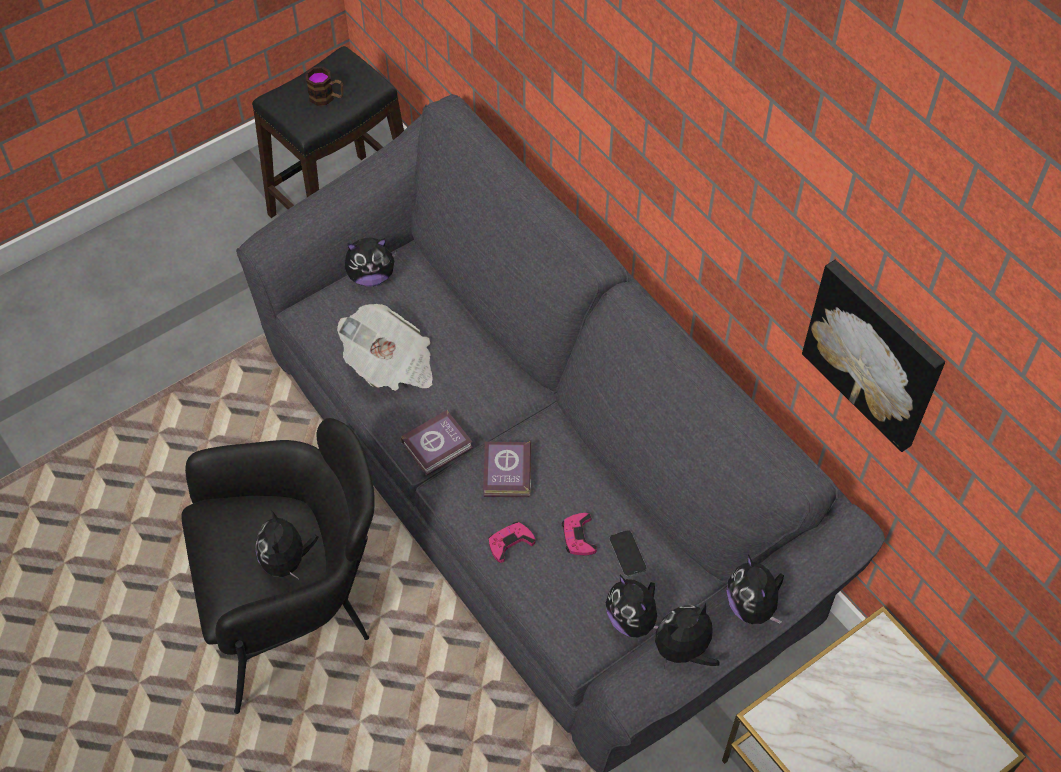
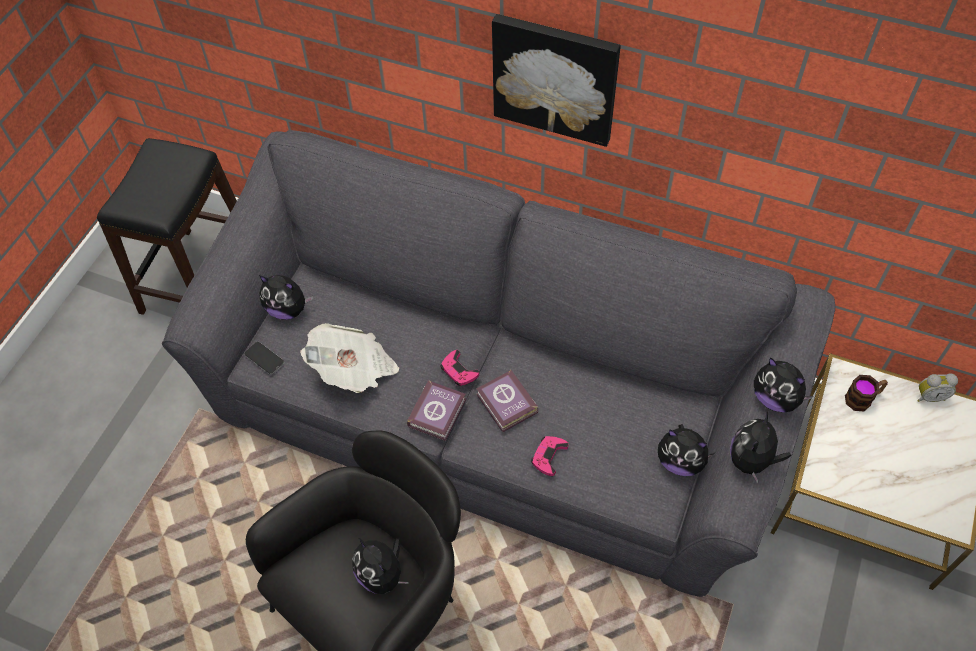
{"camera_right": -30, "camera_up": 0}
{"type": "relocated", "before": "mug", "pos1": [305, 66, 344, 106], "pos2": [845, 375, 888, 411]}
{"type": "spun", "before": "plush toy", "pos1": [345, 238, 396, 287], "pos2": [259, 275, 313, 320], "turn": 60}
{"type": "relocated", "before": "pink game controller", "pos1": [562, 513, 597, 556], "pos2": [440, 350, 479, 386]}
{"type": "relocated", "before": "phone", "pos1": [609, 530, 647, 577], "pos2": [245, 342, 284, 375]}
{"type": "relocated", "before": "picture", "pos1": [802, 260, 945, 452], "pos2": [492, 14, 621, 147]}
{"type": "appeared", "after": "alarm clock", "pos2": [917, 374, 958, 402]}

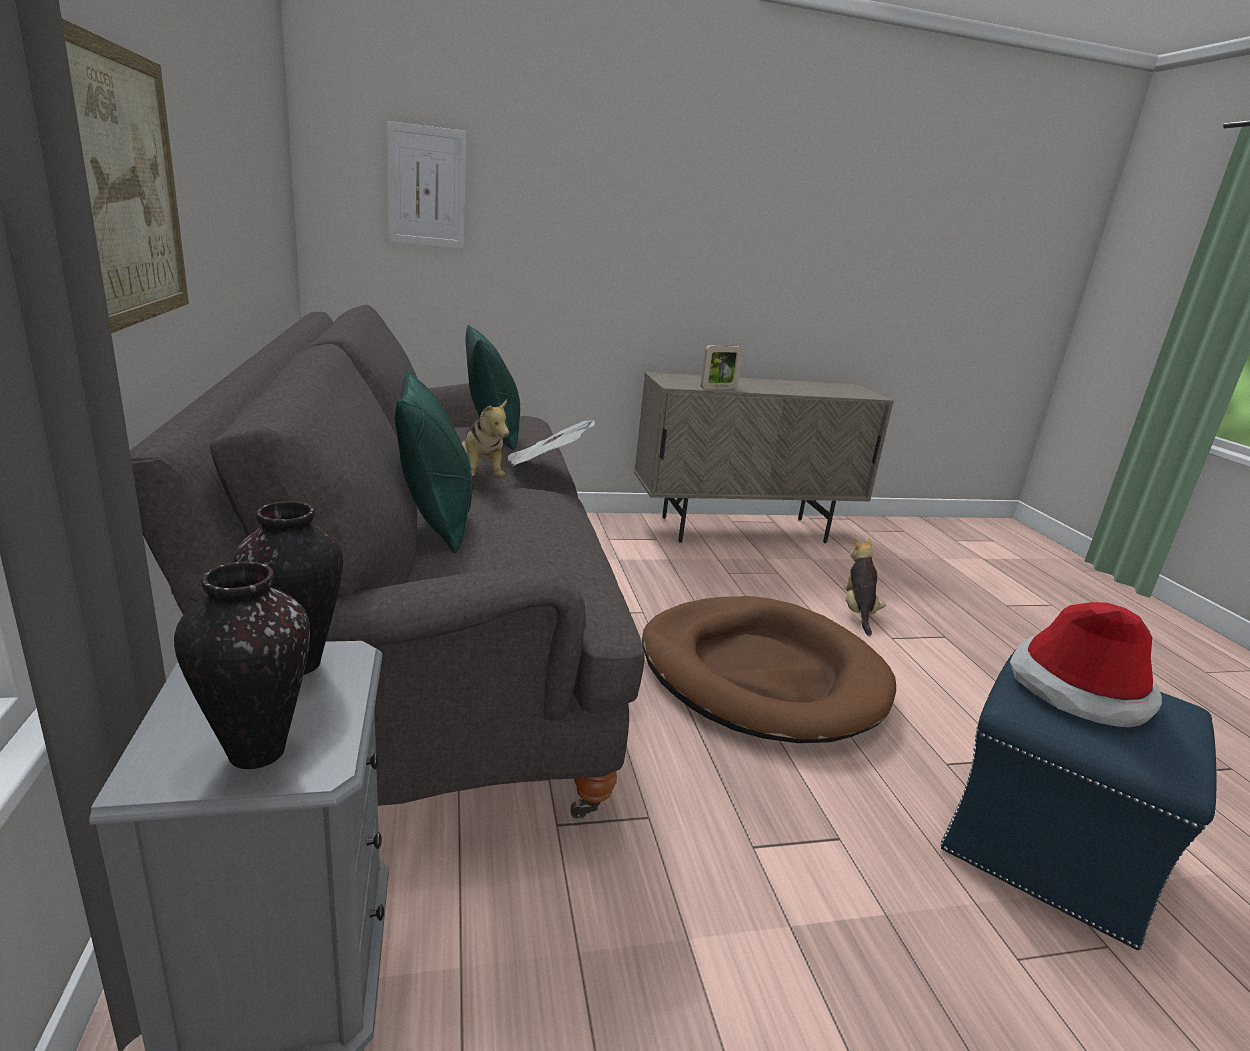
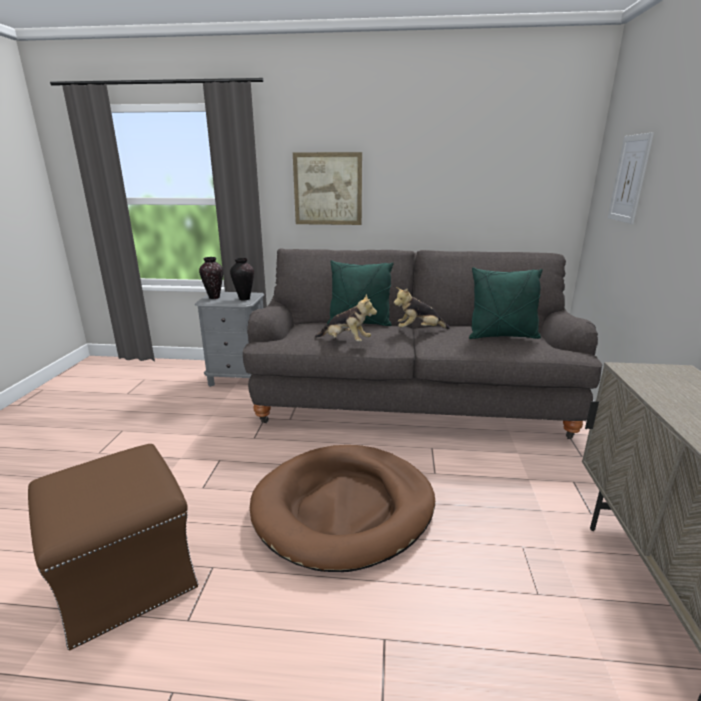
{"camera_right": 110, "camera_up": 0}
{"type": "missing", "before": "newspaper", "pos1": [507, 420, 595, 466]}
{"type": "missing", "before": "picture frame", "pos1": [701, 345, 743, 389]}
{"type": "relocated", "before": "plush toy", "pos1": [844, 538, 886, 636], "pos2": [315, 294, 377, 342]}
{"type": "colour", "before": "blue ottoman", "after": "brown ottoman", "pos1": [941, 647, 1216, 951], "pos2": [28, 444, 198, 651]}
{"type": "missing", "before": "hat", "pos1": [1010, 602, 1162, 727]}

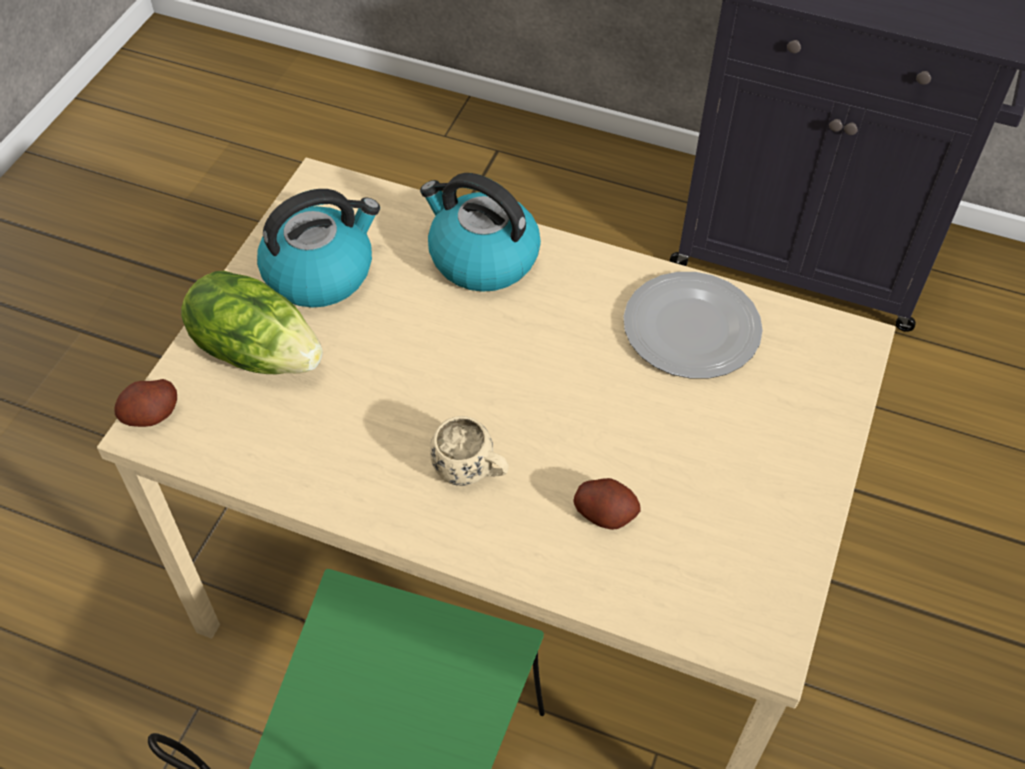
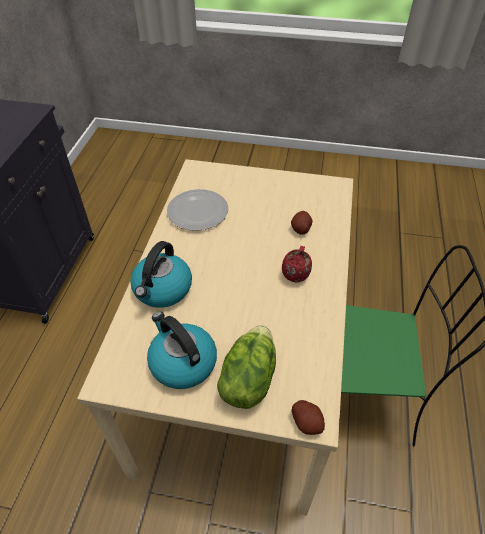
{"camera_right": -100, "camera_up": -5}
{"type": "colour", "before": "beige mug", "after": "red mug", "pos1": [430, 416, 509, 486], "pos2": [282, 246, 312, 282]}

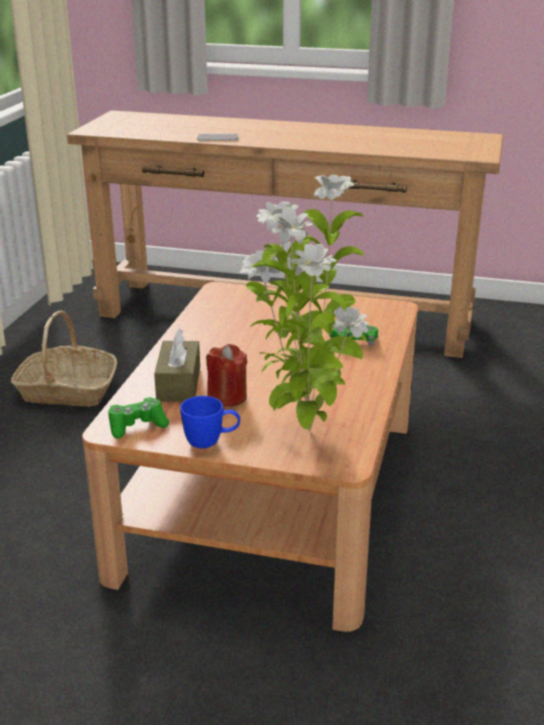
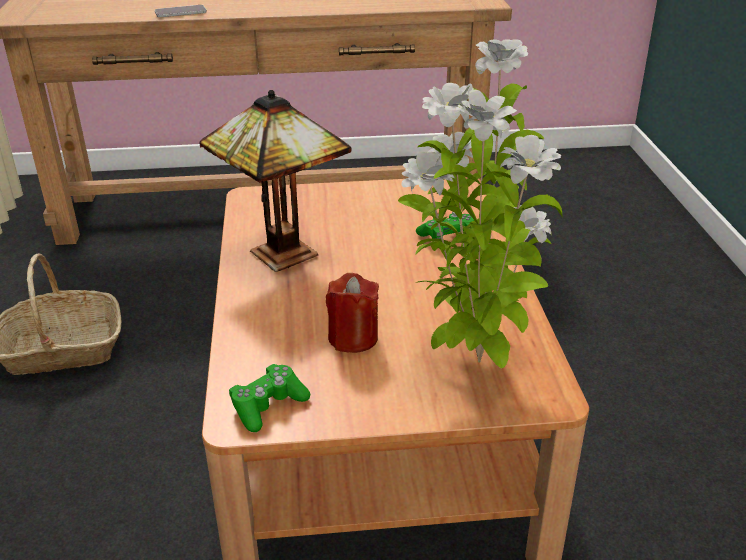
{"camera_right": -20, "camera_up": 5}
{"type": "missing", "before": "brown tissue box", "pos1": [154, 329, 200, 401]}
{"type": "missing", "before": "blue mug", "pos1": [180, 396, 240, 448]}
{"type": "appeared", "after": "table lamp", "pos2": [199, 90, 352, 272]}

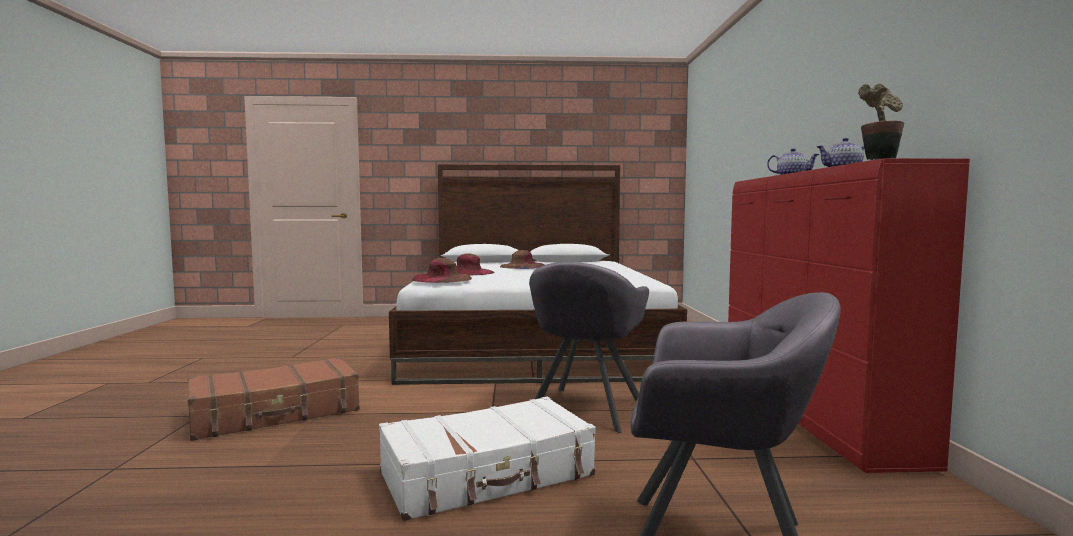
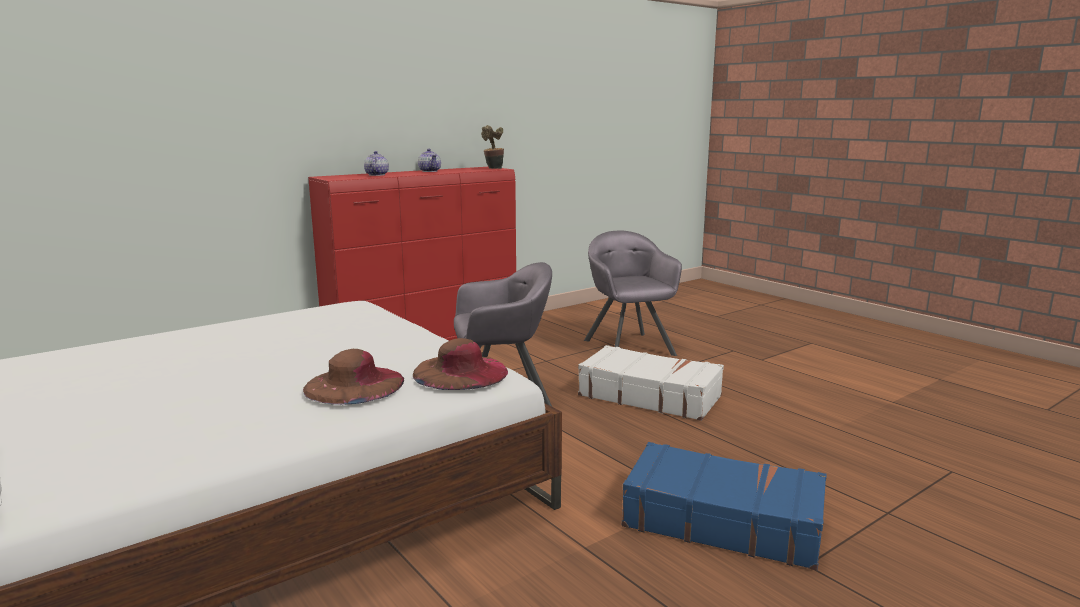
{"camera_right": -125, "camera_up": 10}
{"type": "colour", "before": "brown suitcase", "after": "blue suitcase", "pos1": [188, 357, 360, 441], "pos2": [622, 442, 827, 570]}
{"type": "missing", "before": "brown hat", "pos1": [500, 250, 545, 269]}

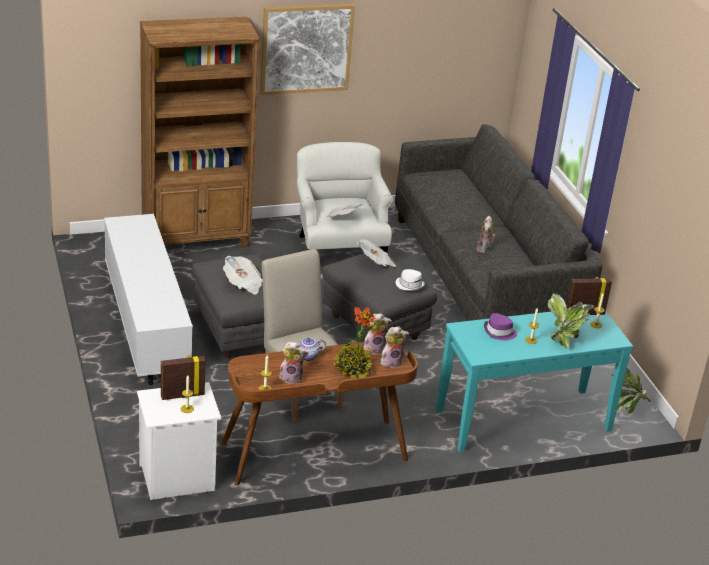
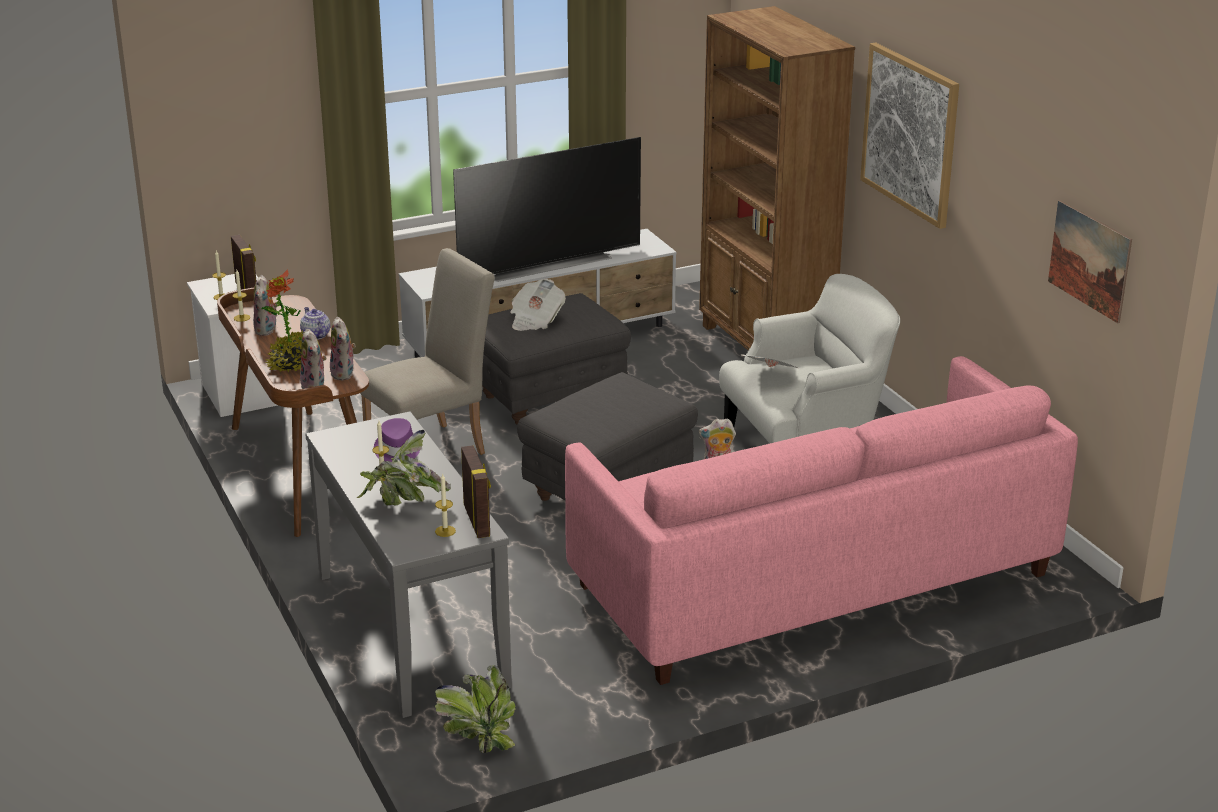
{"camera_right": 85, "camera_up": -5}
{"type": "missing", "before": "newspaper", "pos1": [356, 239, 396, 267]}
{"type": "colour", "before": "grey sofa", "after": "pink sofa", "pos1": [395, 124, 603, 321], "pos2": [565, 356, 1078, 685]}
{"type": "missing", "before": "white hat", "pos1": [396, 269, 425, 291]}
{"type": "colour", "before": "turquoise console table", "after": "grey console table", "pos1": [436, 311, 633, 453], "pos2": [305, 411, 512, 718]}
{"type": "appeared", "after": "television", "pos2": [453, 137, 641, 282]}
{"type": "appeared", "after": "picture", "pos2": [1048, 200, 1132, 323]}

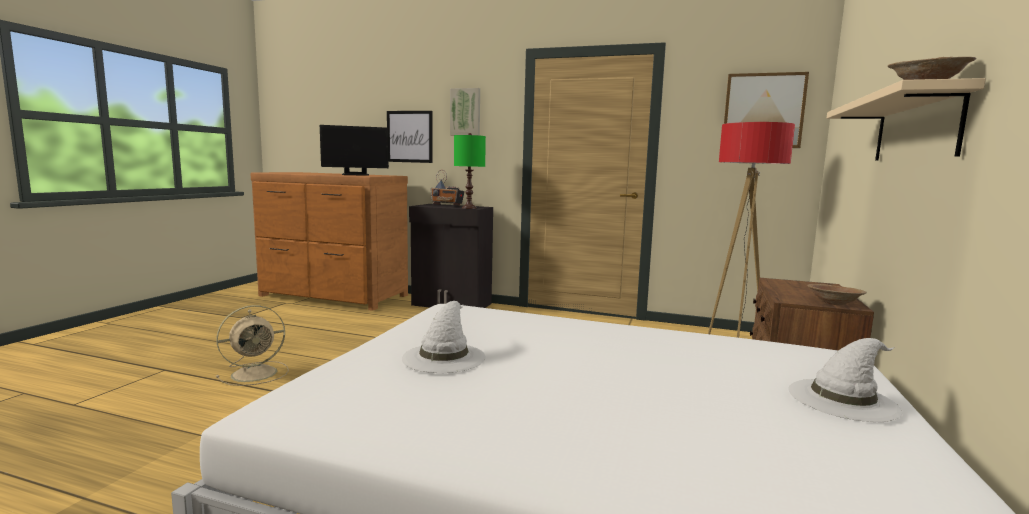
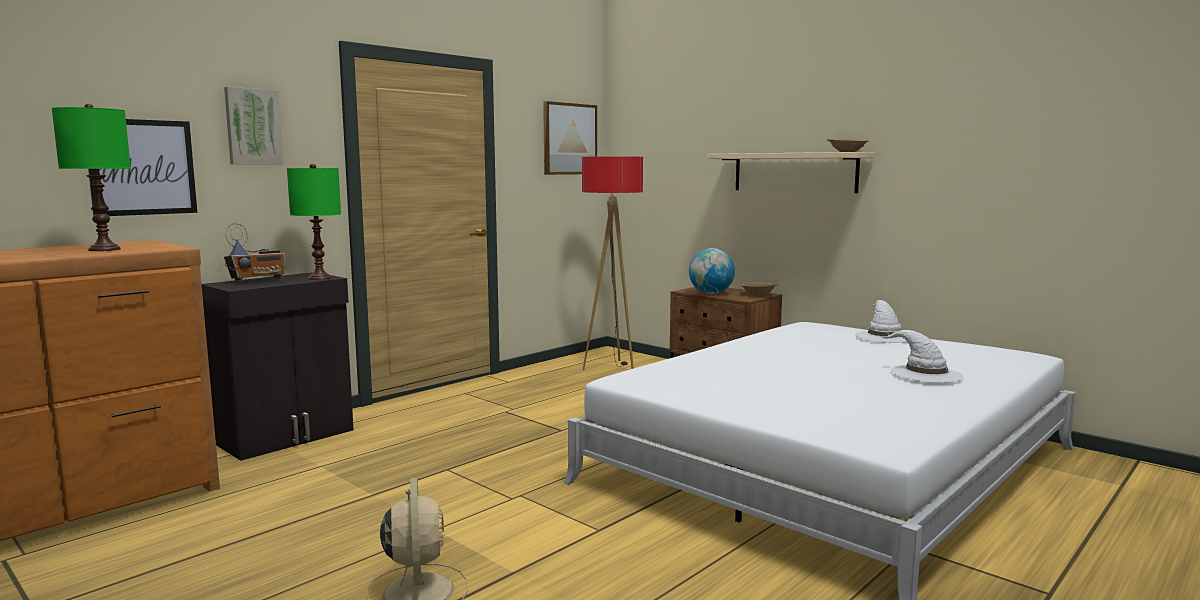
{"camera_right": -65, "camera_up": 0}
{"type": "exchanged", "before": "monitor", "after": "green table lamp", "pos1": [320, 125, 389, 176], "pos2": [52, 104, 131, 251]}
{"type": "relocated", "before": "white hat", "pos1": [402, 301, 486, 373], "pos2": [880, 330, 964, 383]}
{"type": "appeared", "after": "globe", "pos2": [689, 248, 735, 294]}

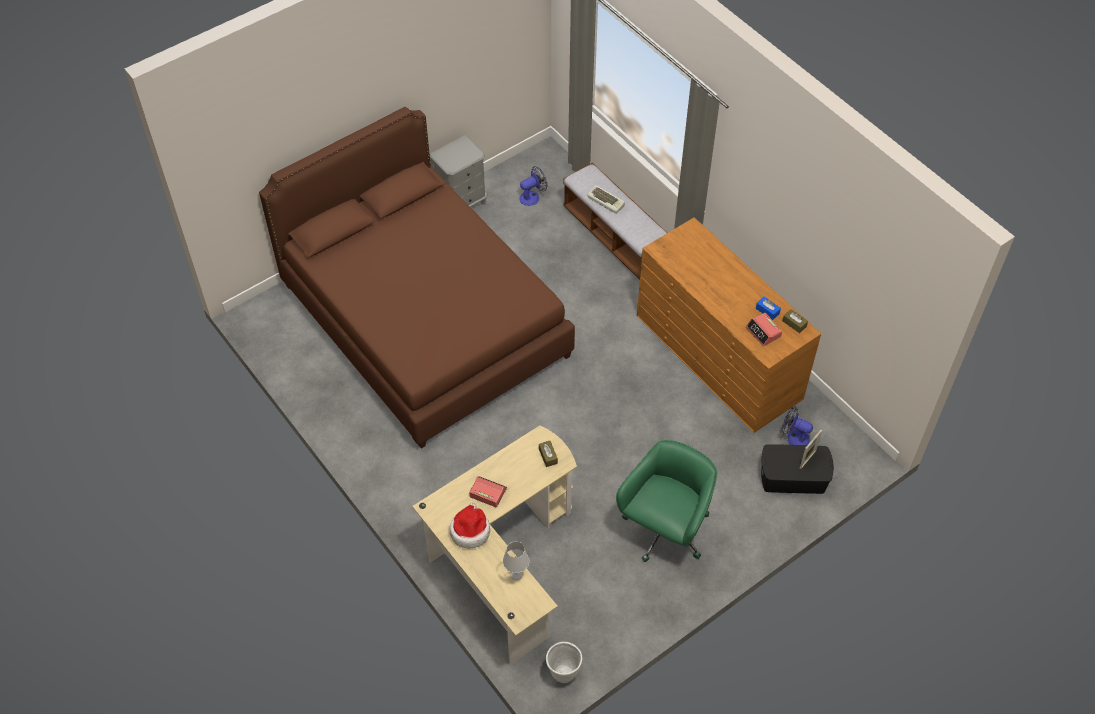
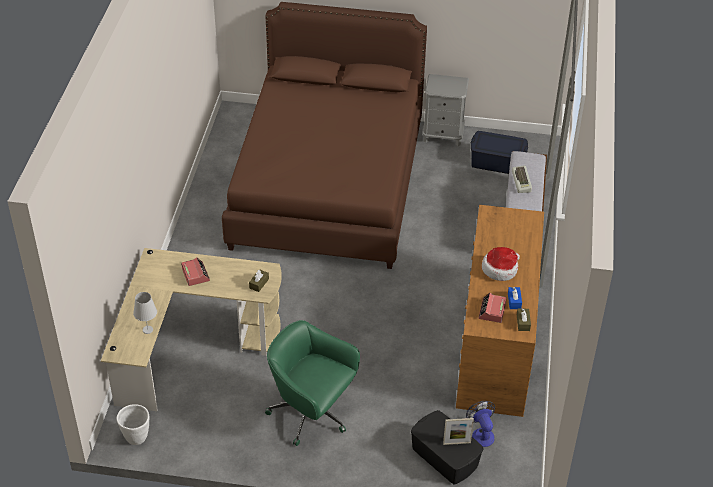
{"camera_right": 45, "camera_up": -10}
{"type": "relocated", "before": "hat", "pos1": [450, 503, 490, 548], "pos2": [482, 247, 520, 281]}
{"type": "exchanged", "before": "fan", "after": "blue storage box", "pos1": [519, 166, 547, 206], "pos2": [471, 131, 528, 174]}
{"type": "spun", "before": "green office chair", "pos1": [616, 440, 717, 562], "pos2": [265, 320, 360, 446], "turn": -135}

